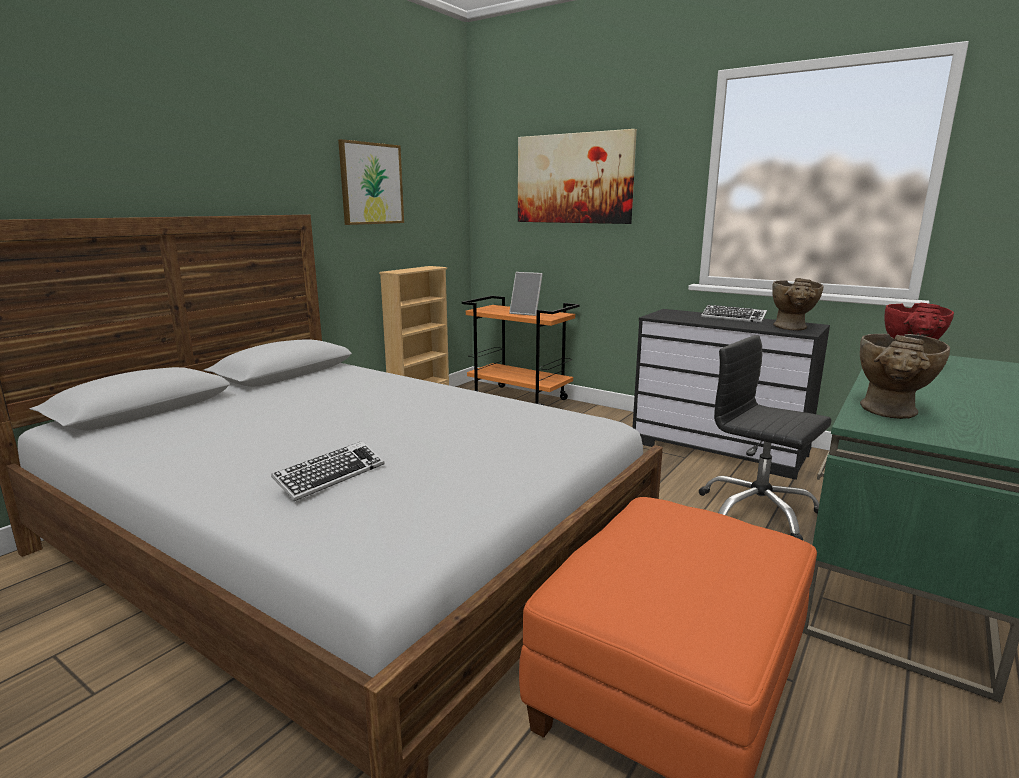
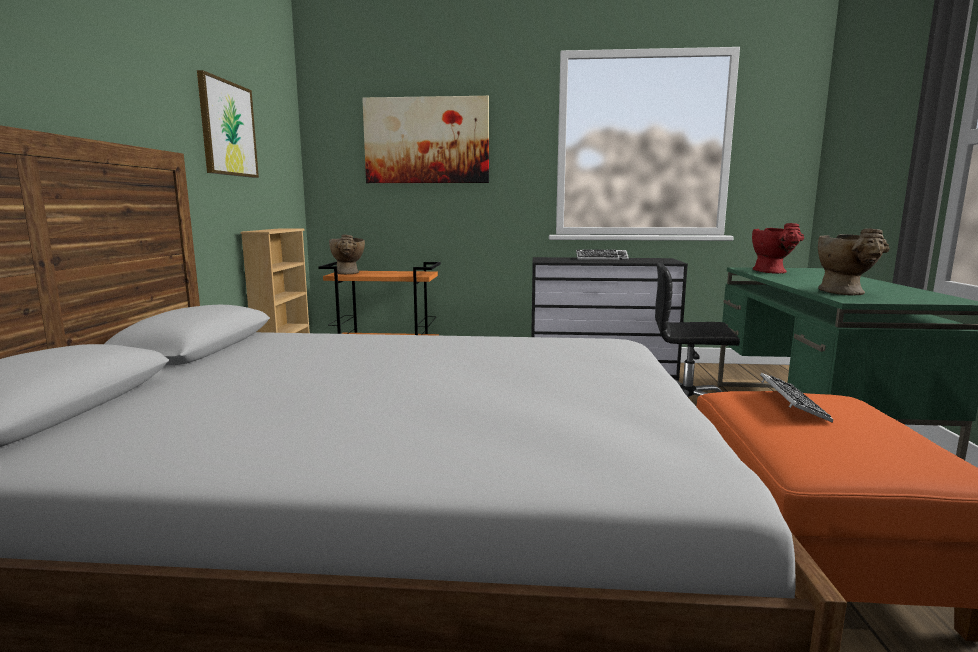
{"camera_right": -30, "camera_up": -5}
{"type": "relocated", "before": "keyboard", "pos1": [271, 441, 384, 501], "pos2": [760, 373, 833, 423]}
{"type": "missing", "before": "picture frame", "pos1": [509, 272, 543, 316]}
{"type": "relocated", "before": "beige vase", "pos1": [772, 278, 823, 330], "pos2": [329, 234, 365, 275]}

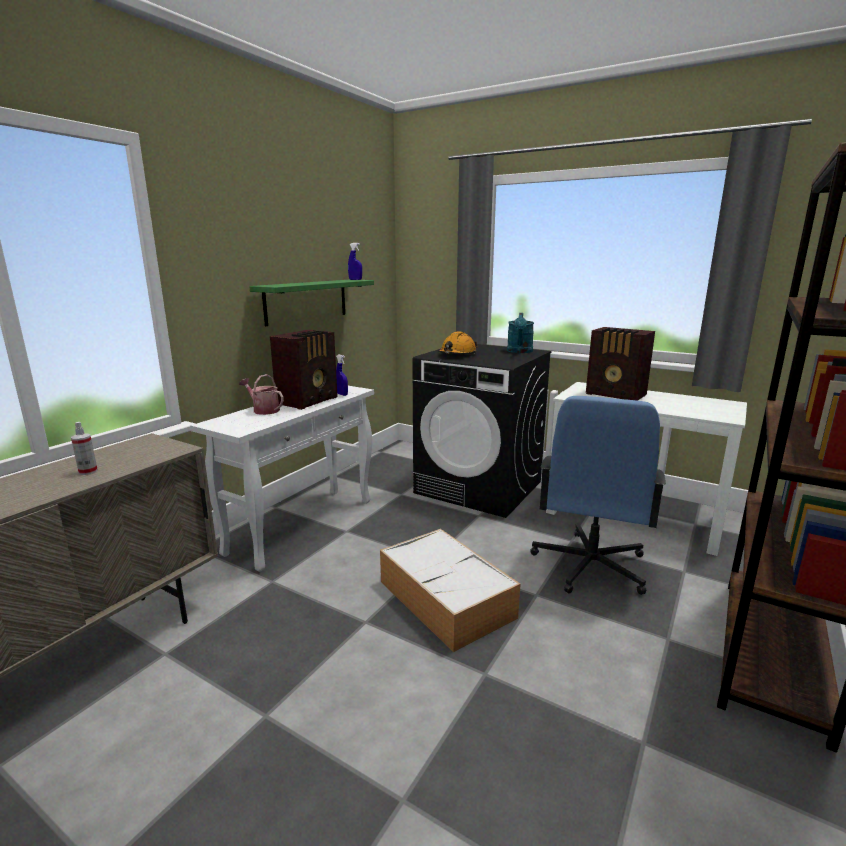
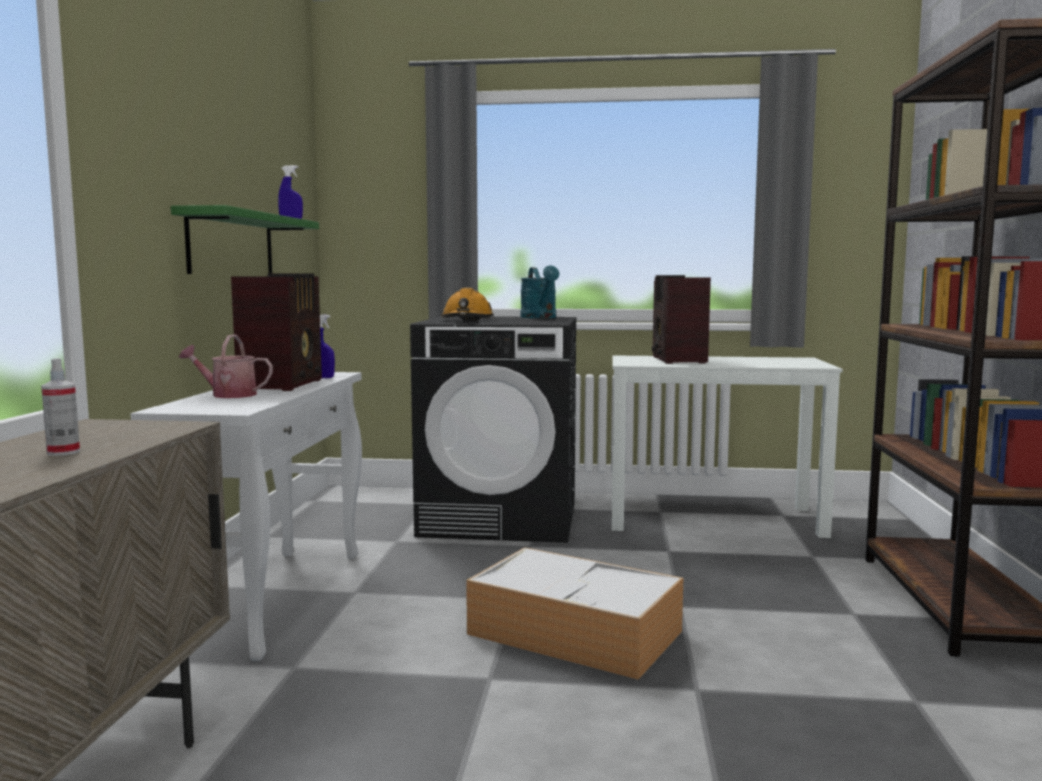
{"camera_right": -25, "camera_up": -10}
{"type": "missing", "before": "blue office chair", "pos1": [531, 396, 666, 595]}
{"type": "spun", "before": "radio", "pos1": [586, 327, 655, 401], "pos2": [652, 275, 711, 364], "turn": 75}

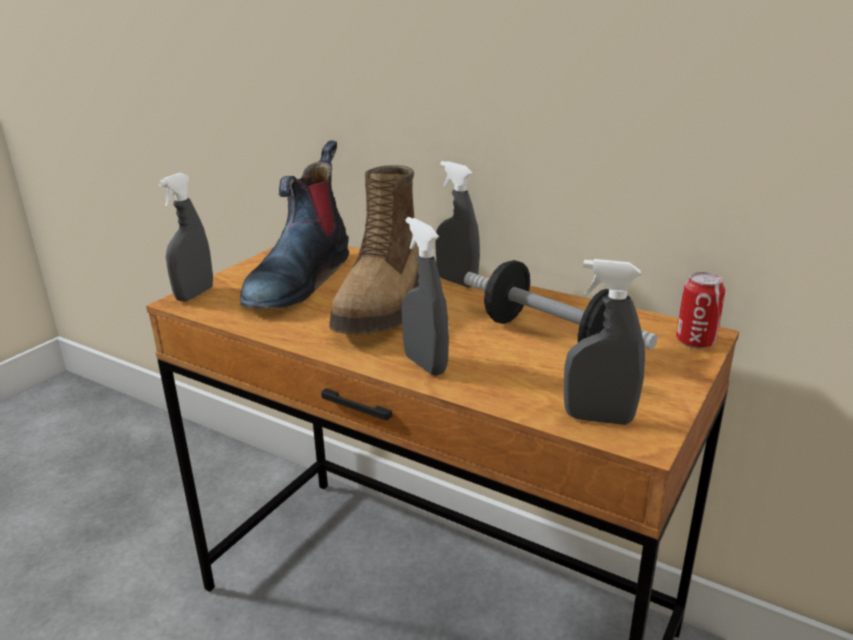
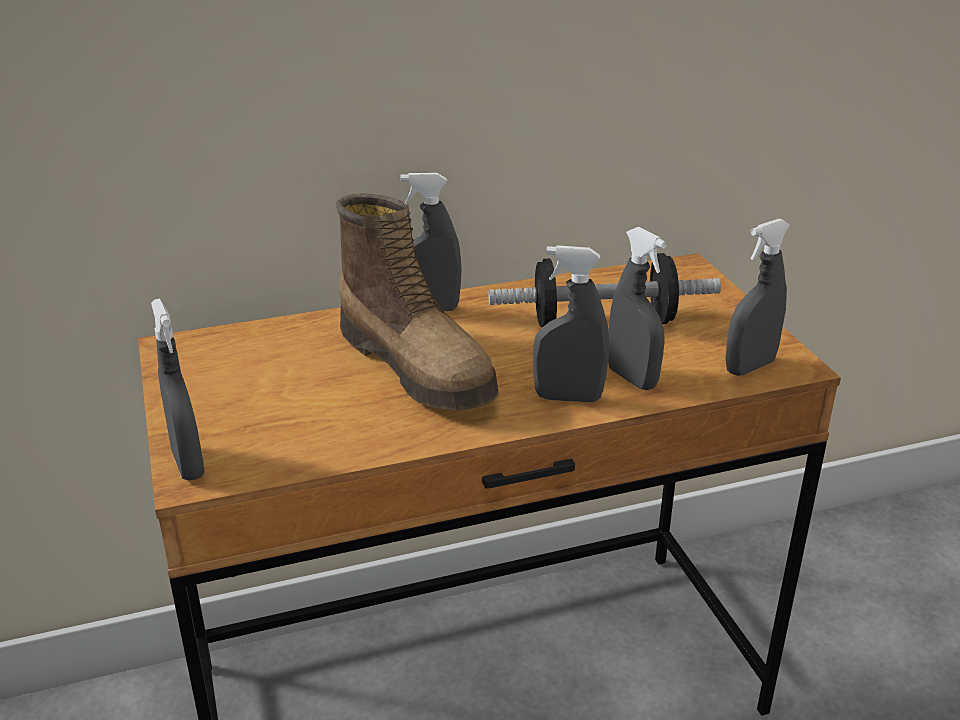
{"camera_right": -50, "camera_up": 5}
{"type": "missing", "before": "boot", "pos1": [240, 141, 349, 309]}
{"type": "missing", "before": "can", "pos1": [676, 272, 725, 349]}
{"type": "appeared", "after": "grey spray bottle", "pos2": [608, 227, 667, 390]}

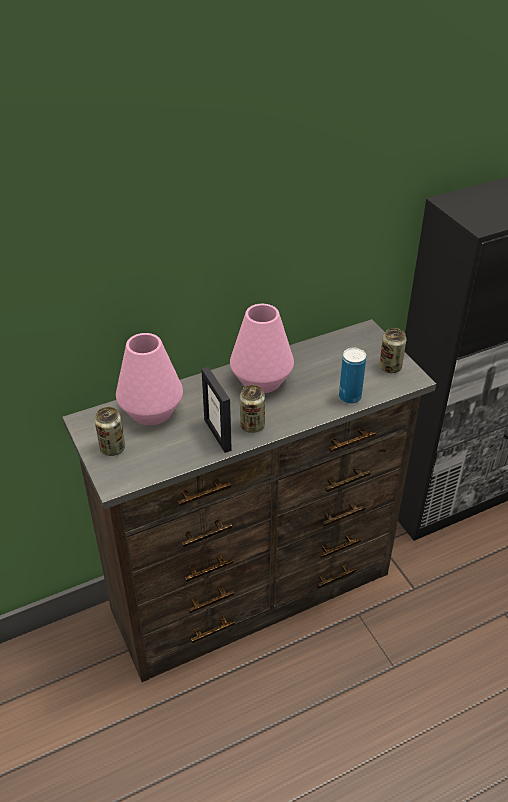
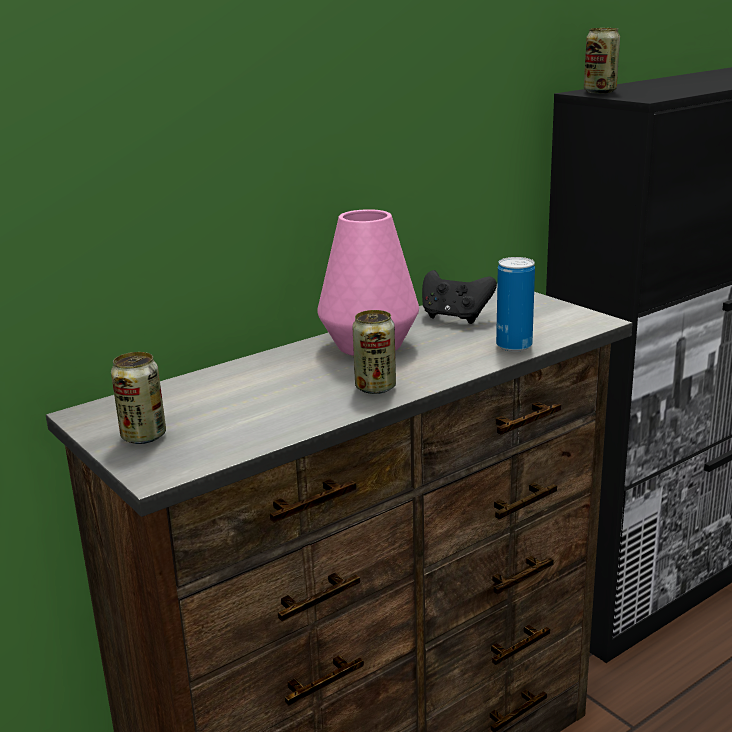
{"camera_right": -10, "camera_up": -20}
{"type": "missing", "before": "pink vase", "pos1": [116, 333, 183, 425]}
{"type": "missing", "before": "picture frame", "pos1": [201, 367, 232, 453]}
{"type": "relocated", "before": "can", "pos1": [379, 328, 407, 373], "pos2": [584, 28, 620, 93]}
{"type": "appeared", "after": "black game controller", "pos2": [422, 270, 497, 324]}

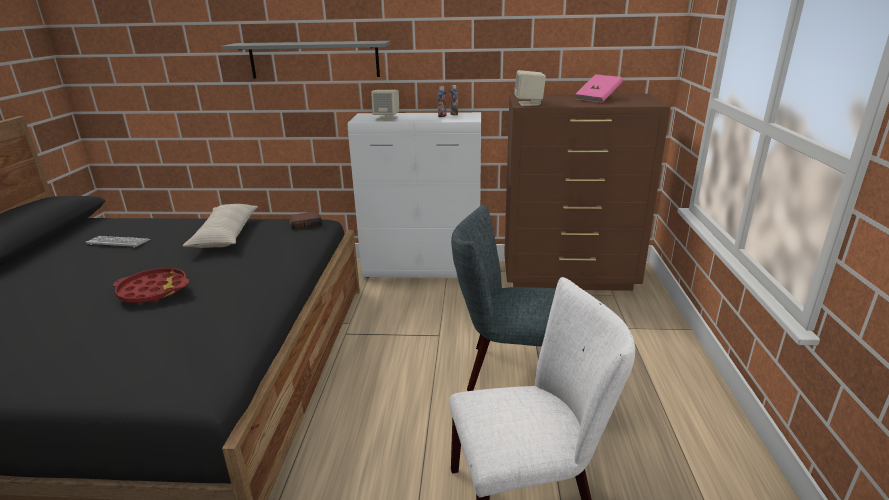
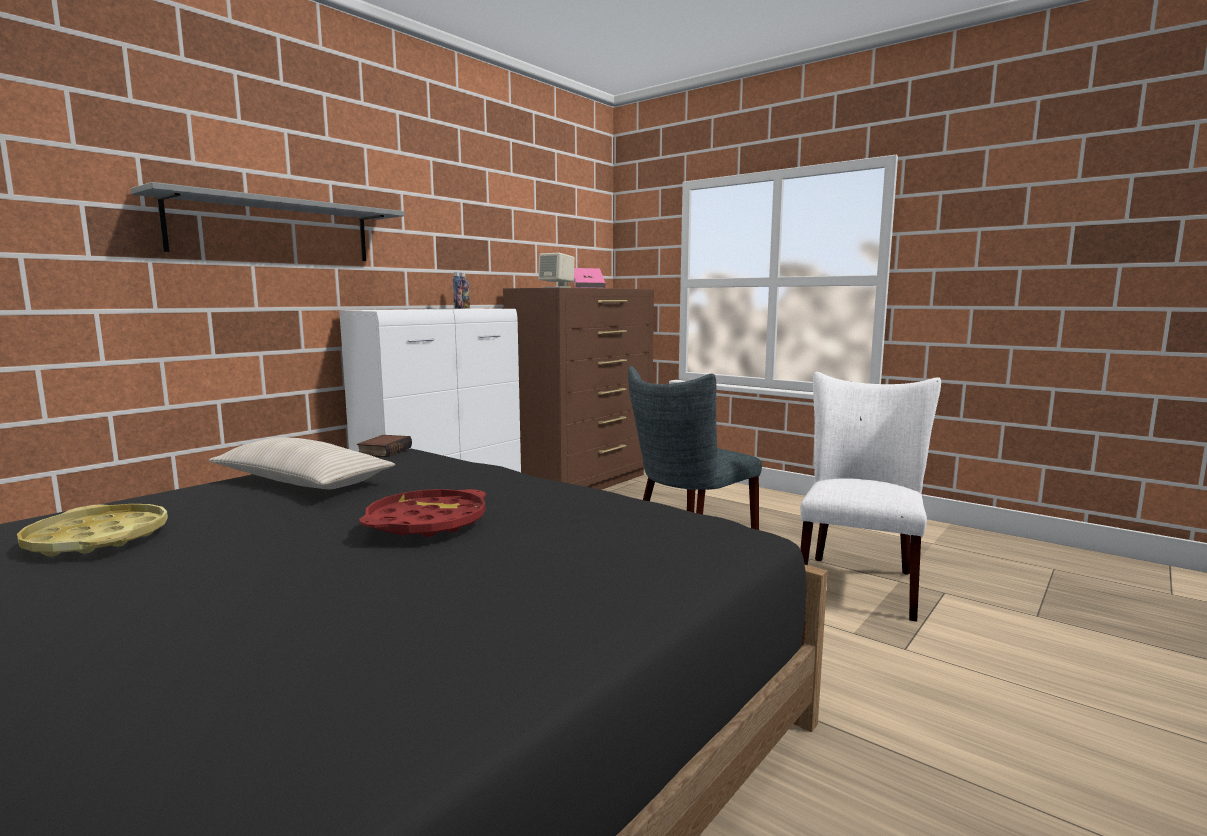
{"camera_right": -55, "camera_up": -15}
{"type": "exchanged", "before": "keyboard", "after": "yellow tray", "pos1": [86, 236, 150, 247], "pos2": [17, 504, 168, 557]}
{"type": "missing", "before": "beige speaker", "pos1": [371, 90, 399, 121]}

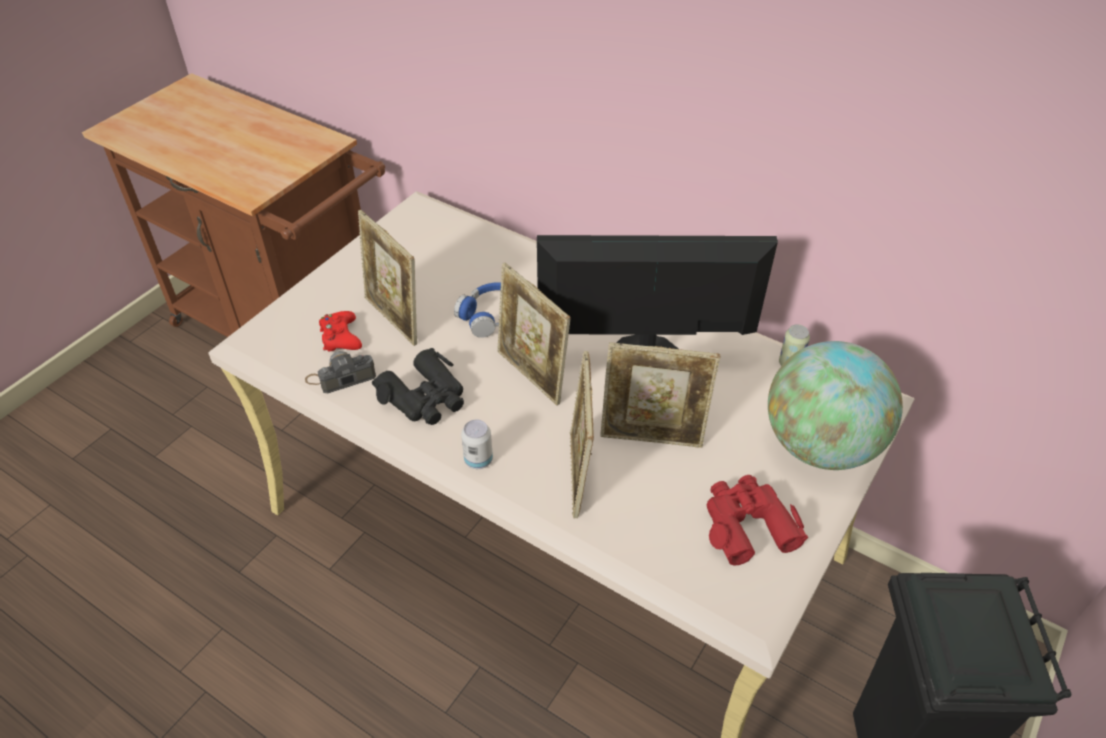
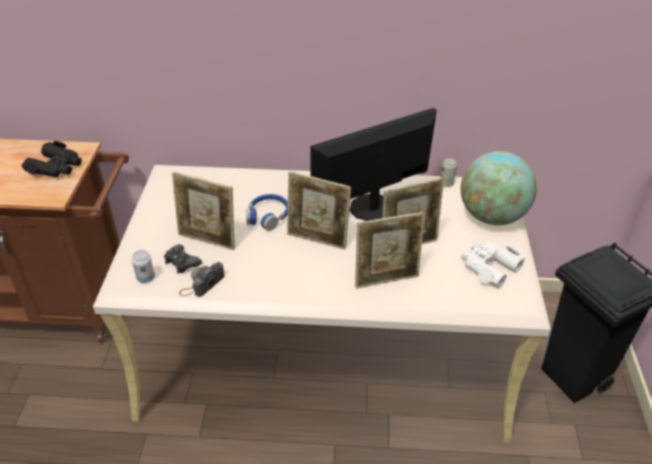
{"camera_right": -30, "camera_up": -5}
{"type": "colour", "before": "red game controller", "after": "black game controller", "pos1": [319, 311, 362, 351], "pos2": [164, 244, 202, 273]}
{"type": "relocated", "before": "black binoculars", "pos1": [372, 348, 464, 425], "pos2": [21, 141, 82, 177]}
{"type": "relocated", "before": "can", "pos1": [461, 420, 493, 469], "pos2": [132, 250, 155, 283]}
{"type": "spun", "before": "picture frame", "pos1": [570, 351, 594, 519], "pos2": [355, 212, 425, 288], "turn": -75}
{"type": "colour", "before": "red binoculars", "after": "white binoculars", "pos1": [707, 475, 808, 566], "pos2": [461, 241, 525, 289]}

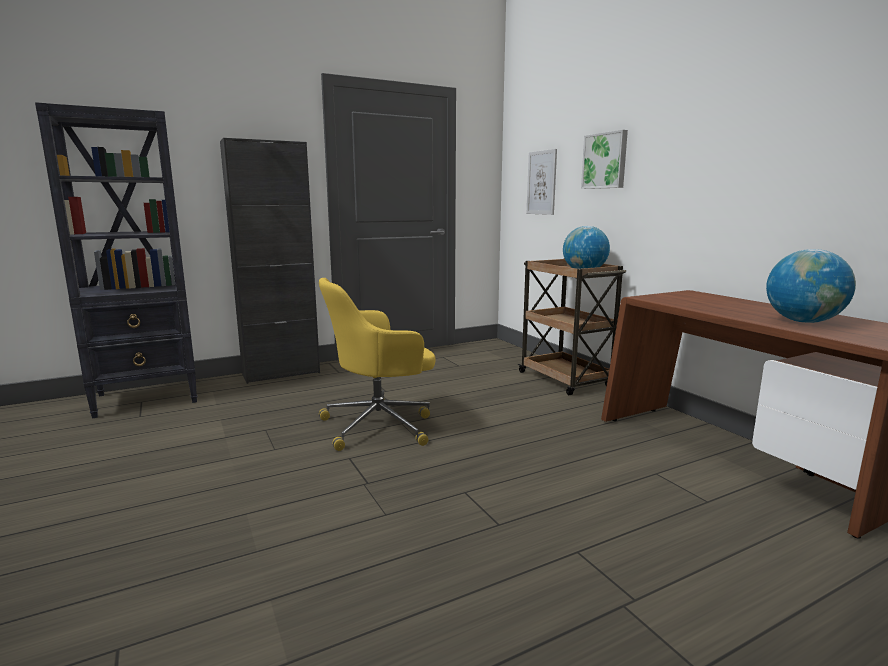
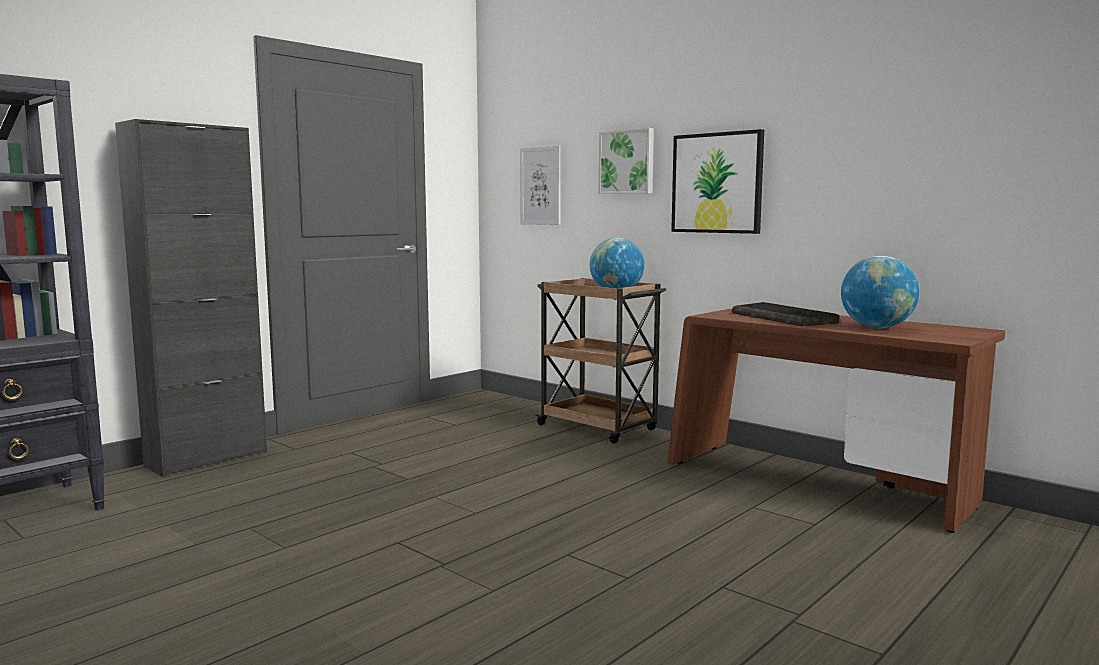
{"camera_right": -20, "camera_up": -5}
{"type": "missing", "before": "yellow office chair", "pos1": [319, 278, 436, 451]}
{"type": "appeared", "after": "picture", "pos2": [671, 129, 764, 234]}
{"type": "appeared", "after": "keyboard", "pos2": [732, 302, 839, 326]}

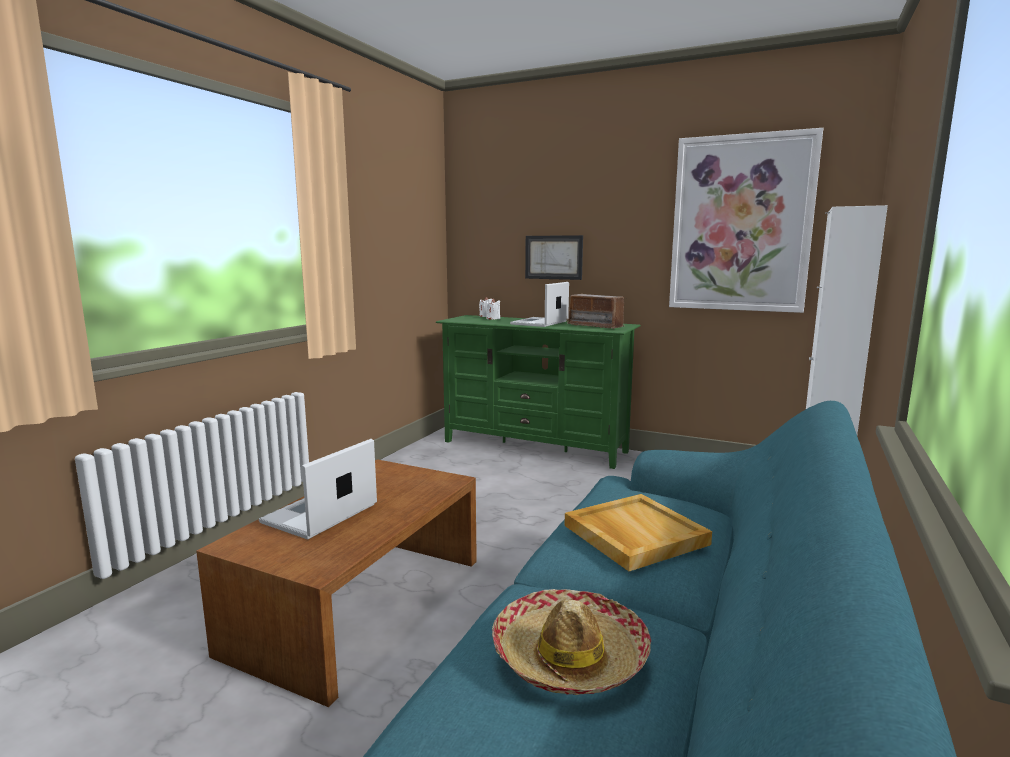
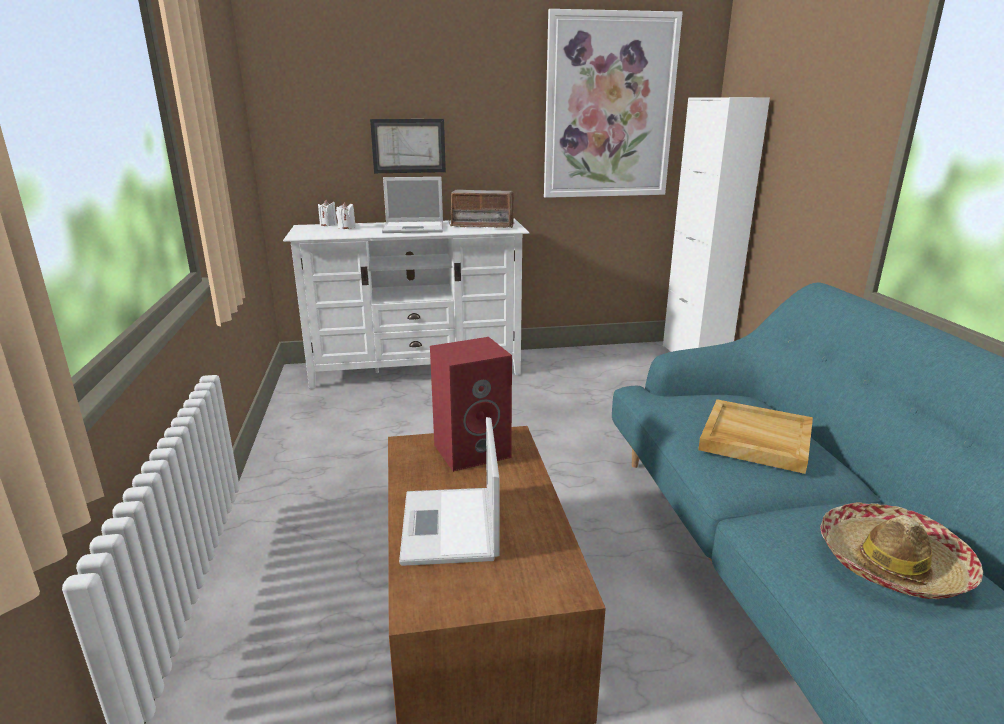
{"camera_right": -35, "camera_up": 10}
{"type": "colour", "before": "green tv stand", "after": "white tv stand", "pos1": [436, 315, 641, 469], "pos2": [283, 219, 529, 389]}
{"type": "spun", "before": "laptop", "pos1": [510, 282, 569, 327], "pos2": [382, 177, 443, 233], "turn": -90}
{"type": "appeared", "after": "red speaker", "pos2": [430, 337, 512, 472]}

